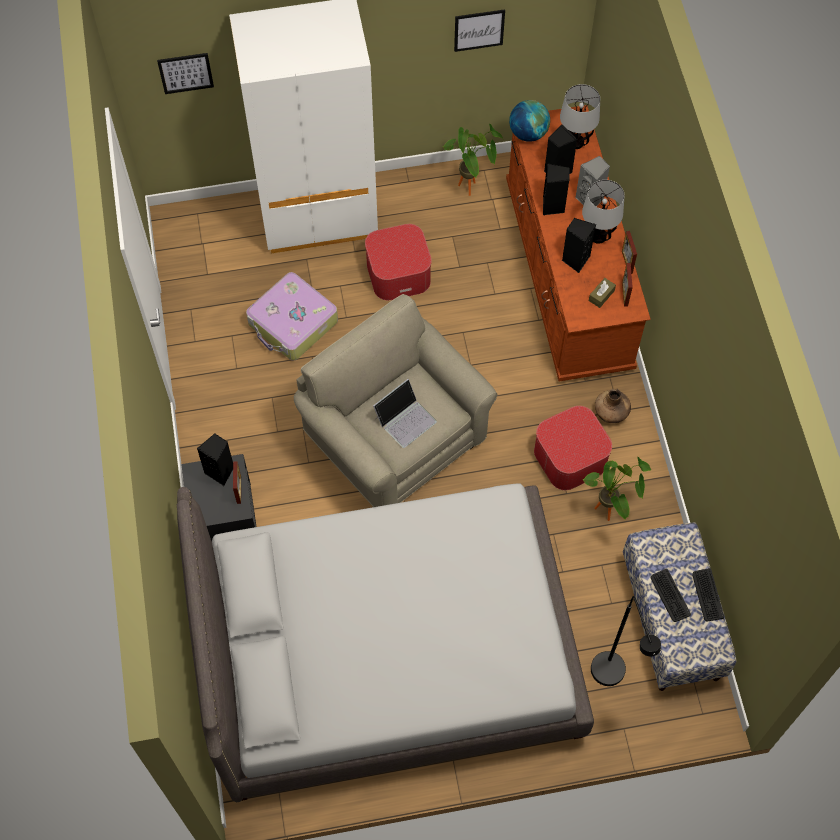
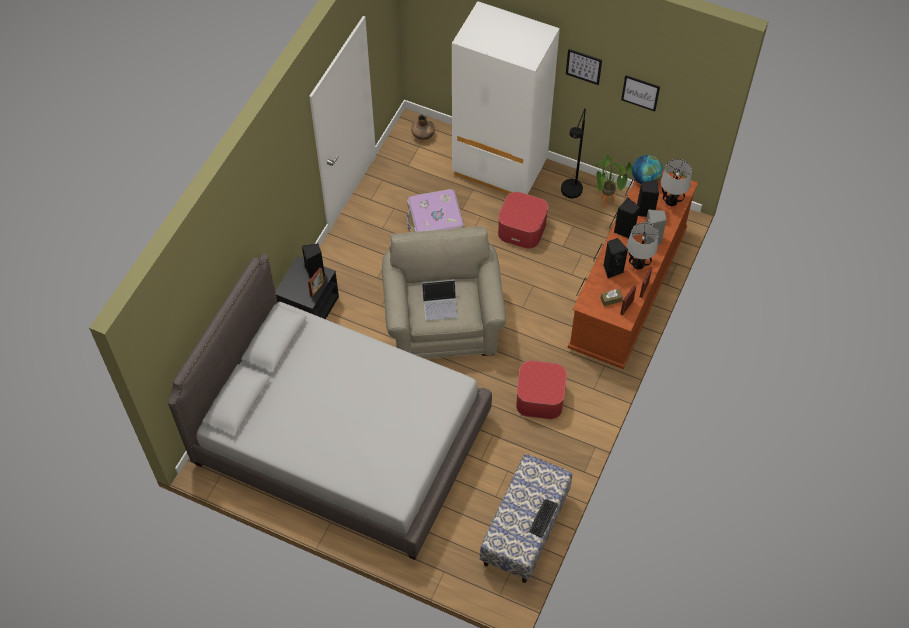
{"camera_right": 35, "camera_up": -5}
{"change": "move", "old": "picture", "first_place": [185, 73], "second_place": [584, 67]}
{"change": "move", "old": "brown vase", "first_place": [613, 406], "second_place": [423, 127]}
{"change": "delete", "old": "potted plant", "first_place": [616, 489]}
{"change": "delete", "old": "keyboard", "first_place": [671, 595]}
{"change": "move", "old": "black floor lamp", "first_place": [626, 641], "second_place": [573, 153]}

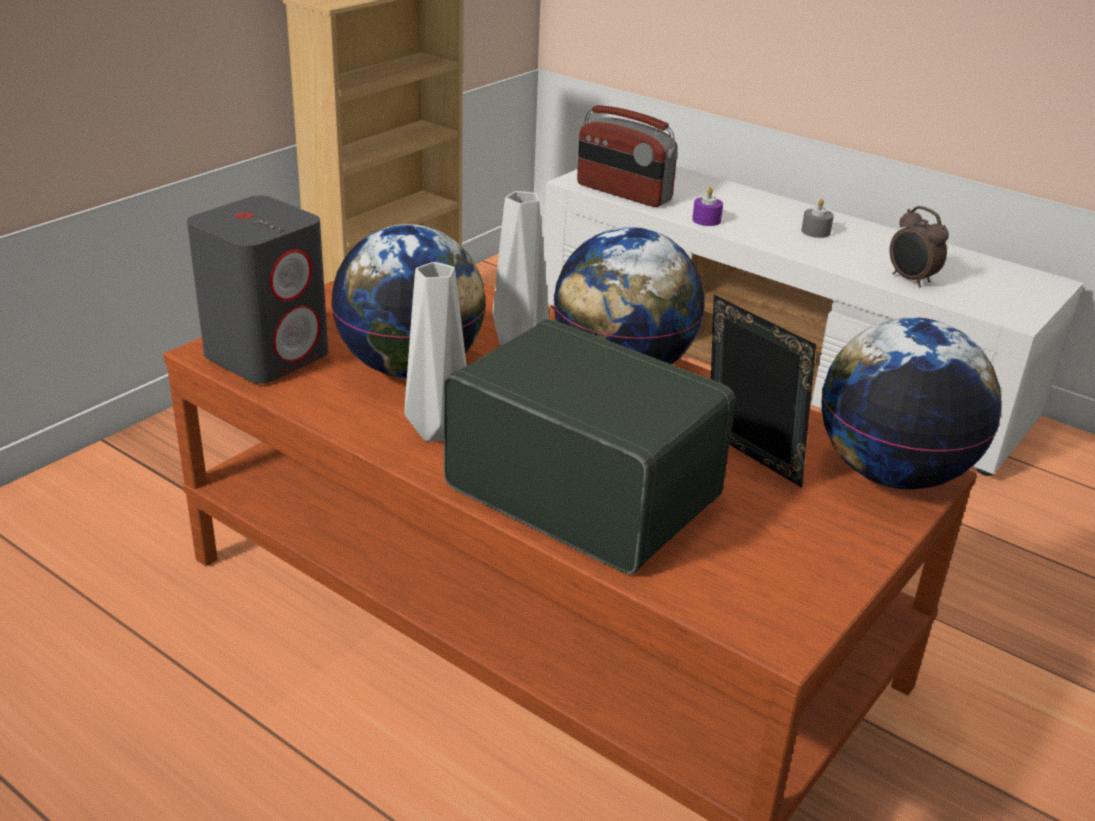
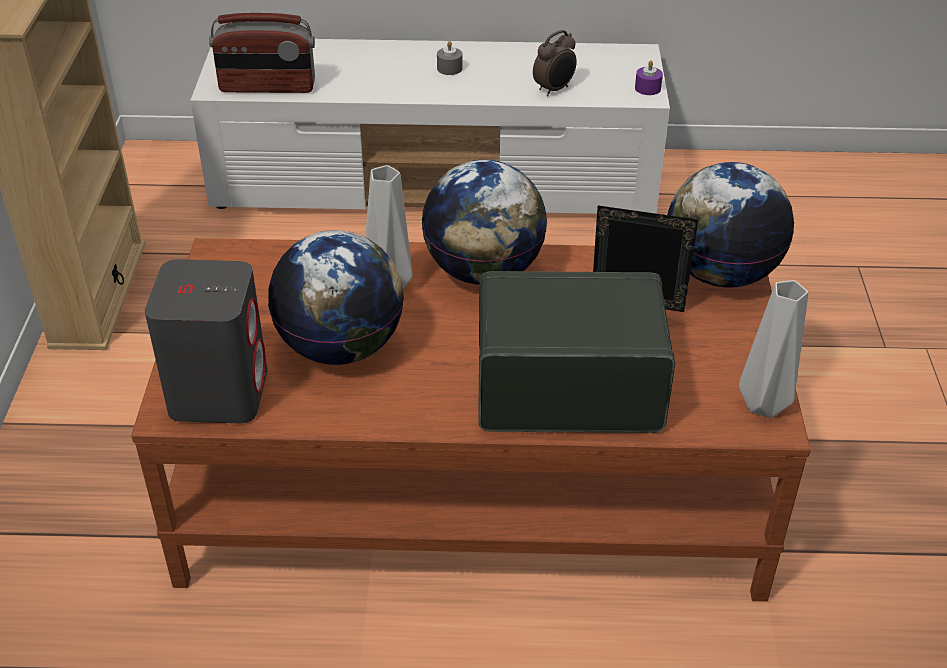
{"camera_right": -35, "camera_up": 10}
{"change": "move", "old": "purple candle", "first_place": [707, 206], "second_place": [649, 77]}
{"change": "rotate", "old": "alarm clock", "first_place": [919, 247], "second_place": [555, 63], "degrees": -60}
{"change": "move", "old": "grey vase", "first_place": [435, 352], "second_place": [773, 349]}

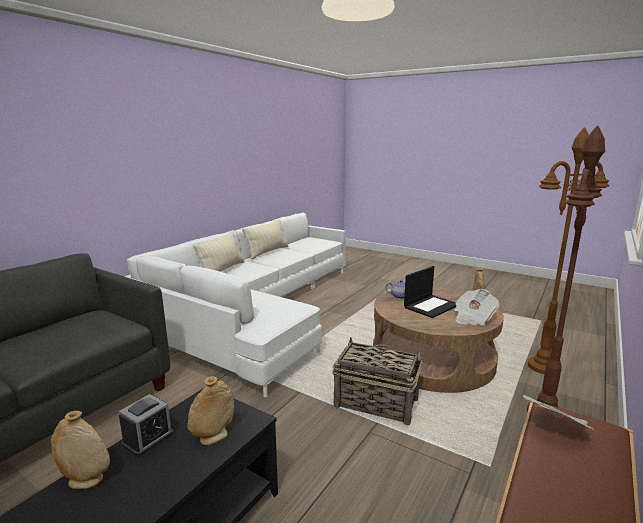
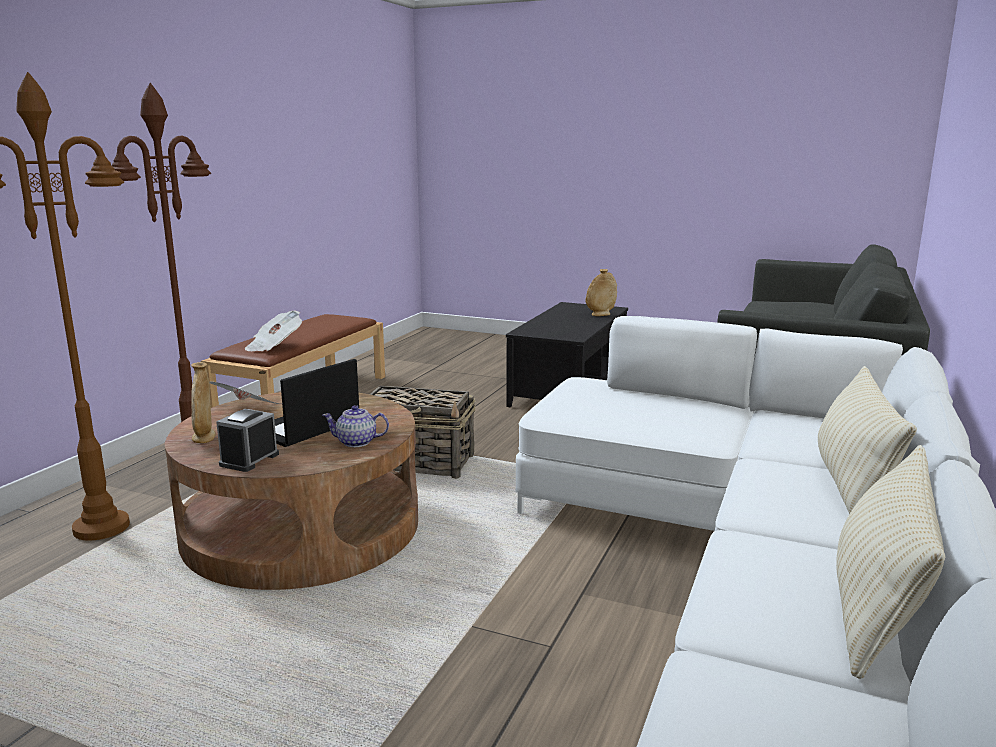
{"camera_right": 170, "camera_up": 0}
{"change": "delete", "old": "beige vase", "first_place": [210, 410]}
{"change": "move", "old": "alarm clock", "first_place": [146, 425], "second_place": [247, 440]}

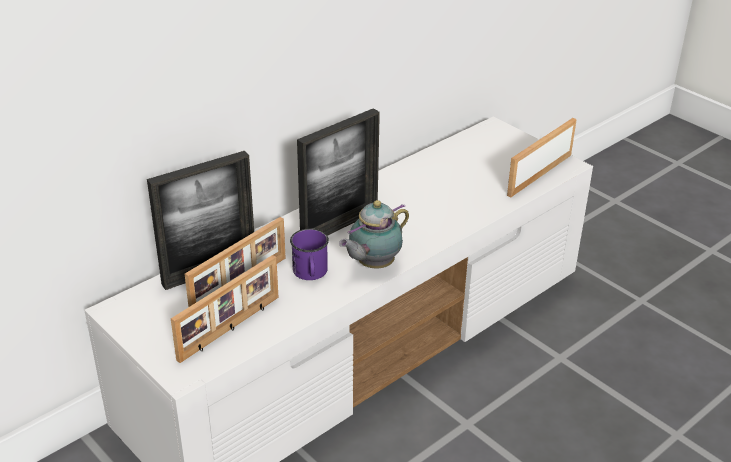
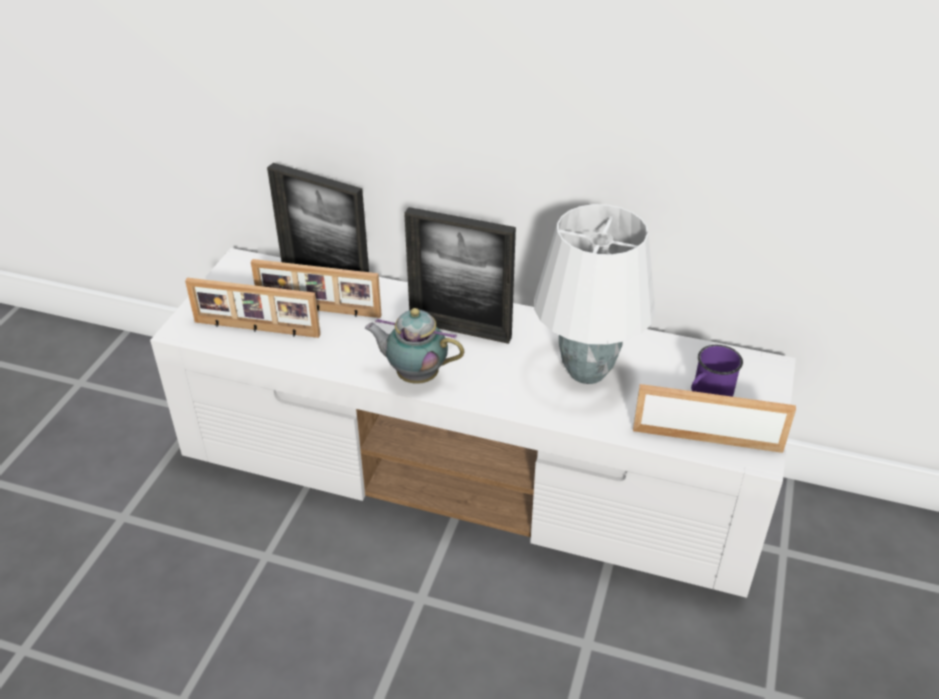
{"camera_right": 60, "camera_up": 5}
{"change": "move", "old": "purple mug", "first_place": [309, 254], "second_place": [717, 371]}
{"change": "insert", "new": "white table lamp", "second_place": [595, 294]}

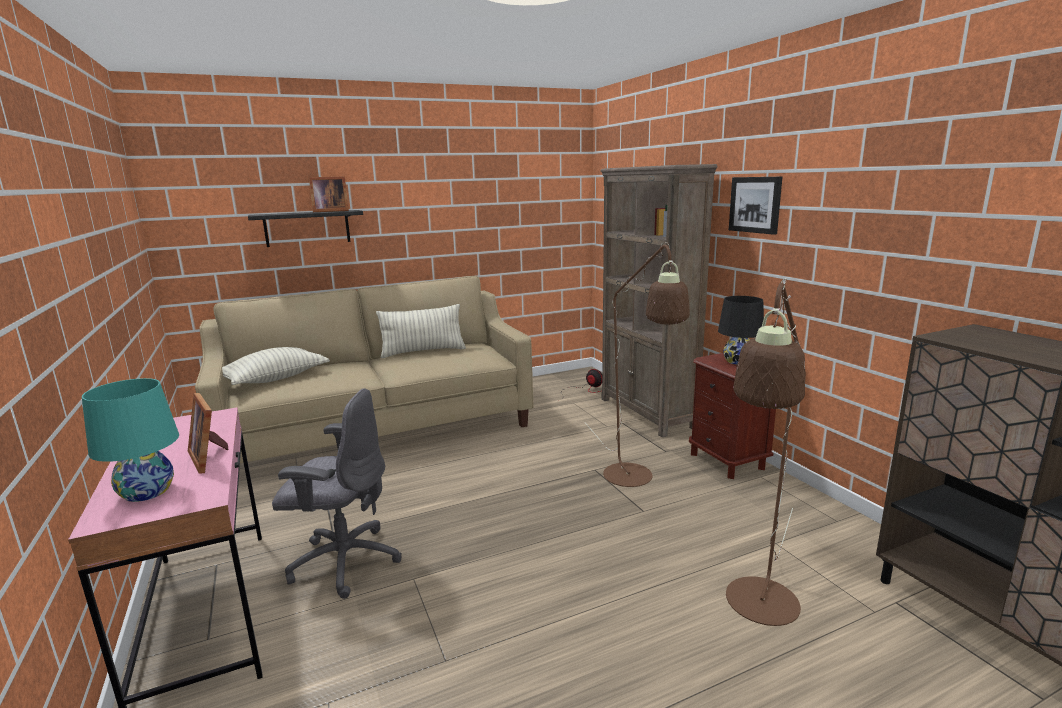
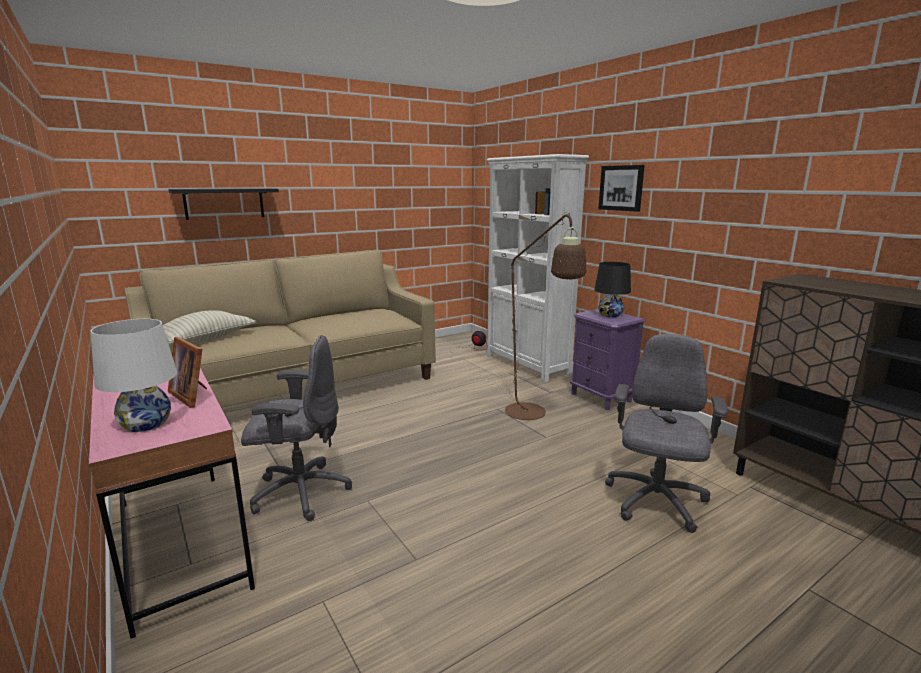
{"camera_right": -10, "camera_up": 0}
{"change": "recolor", "old": "brown bookcase", "new": "white bookcase", "first_place": [659, 300], "second_place": [538, 268]}
{"change": "delete", "old": "picture frame", "first_place": [329, 194]}
{"change": "replace", "old": "brown floor lamp", "new": "grey office chair", "first_place": [766, 452], "second_place": [666, 433]}
{"change": "delete", "old": "pillow", "first_place": [421, 331]}
{"change": "recolor", "old": "brown nightstand", "new": "purple nightstand", "first_place": [732, 416], "second_place": [607, 359]}
{"change": "recolor", "old": "turquoise table lamp", "new": "white table lamp", "first_place": [130, 440], "second_place": [133, 375]}

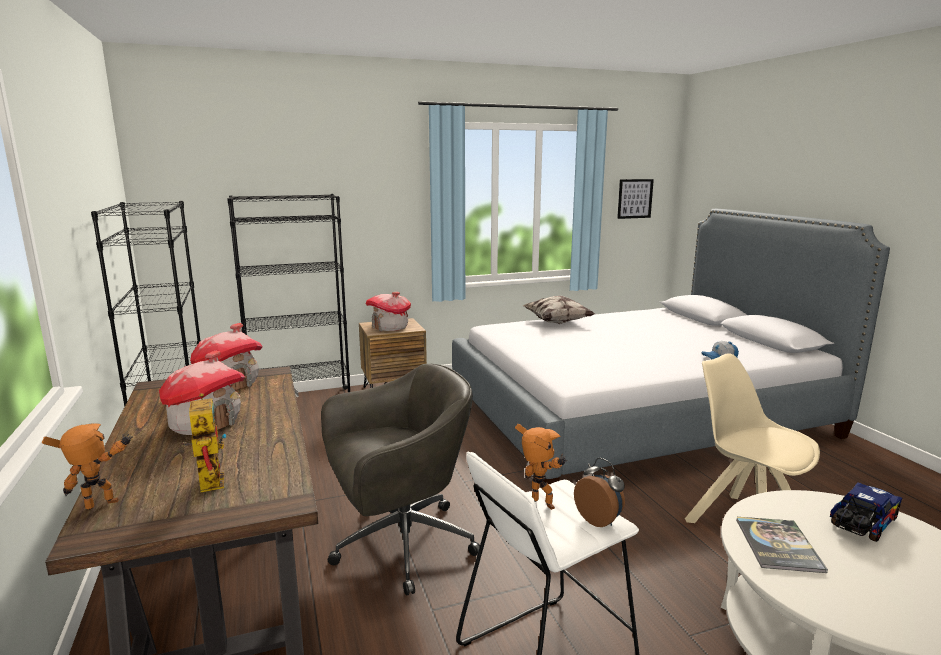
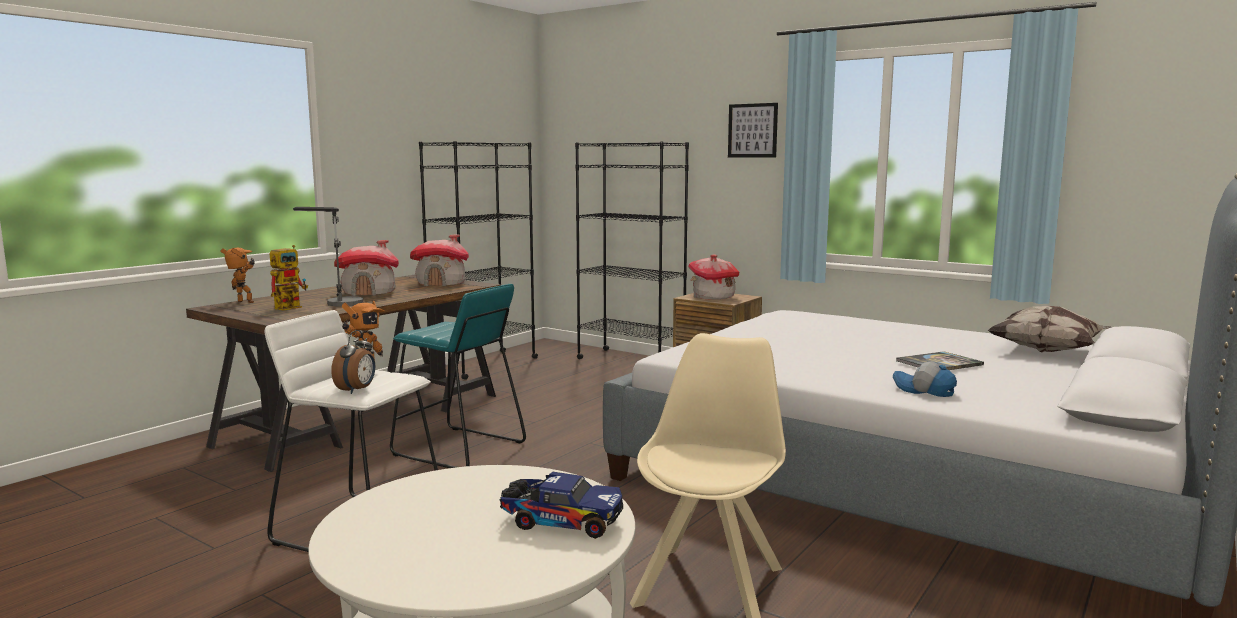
{"camera_right": 55, "camera_up": -5}
{"change": "move", "old": "picture", "first_place": [635, 199], "second_place": [753, 130]}
{"change": "move", "old": "pillow", "first_place": [558, 310], "second_place": [1049, 329]}
{"change": "replace", "old": "grey office chair", "new": "turquoise stool", "first_place": [400, 479], "second_place": [458, 376]}
{"change": "move", "old": "book", "first_place": [782, 545], "second_place": [940, 360]}
{"change": "insert", "new": "table lamp", "second_place": [328, 257]}

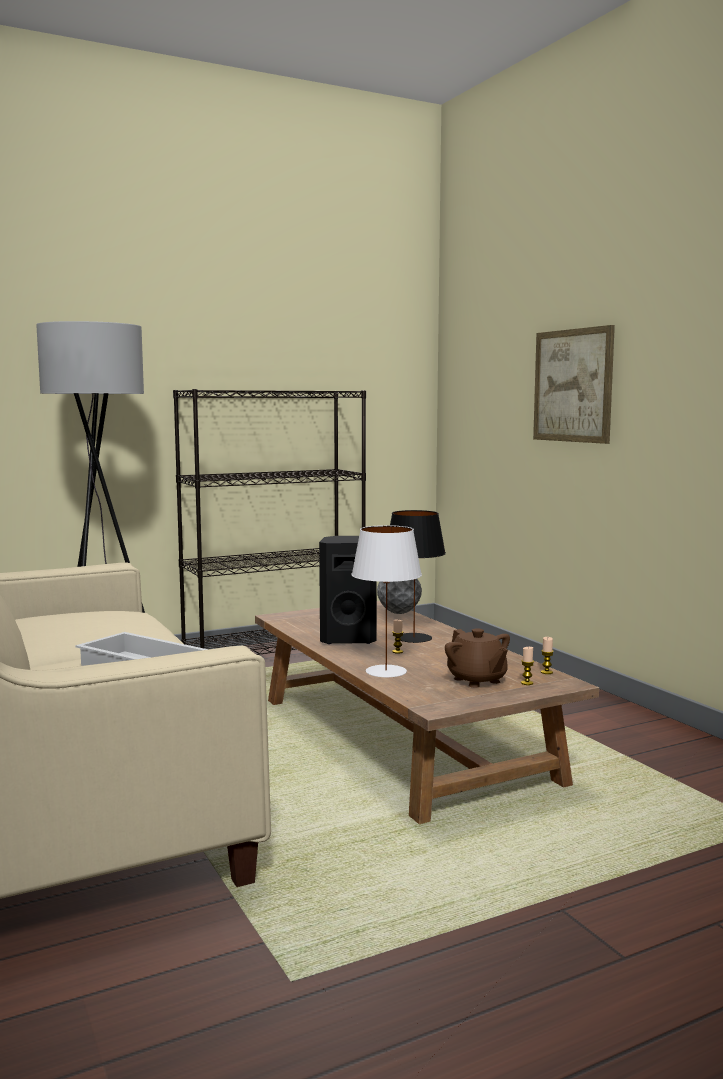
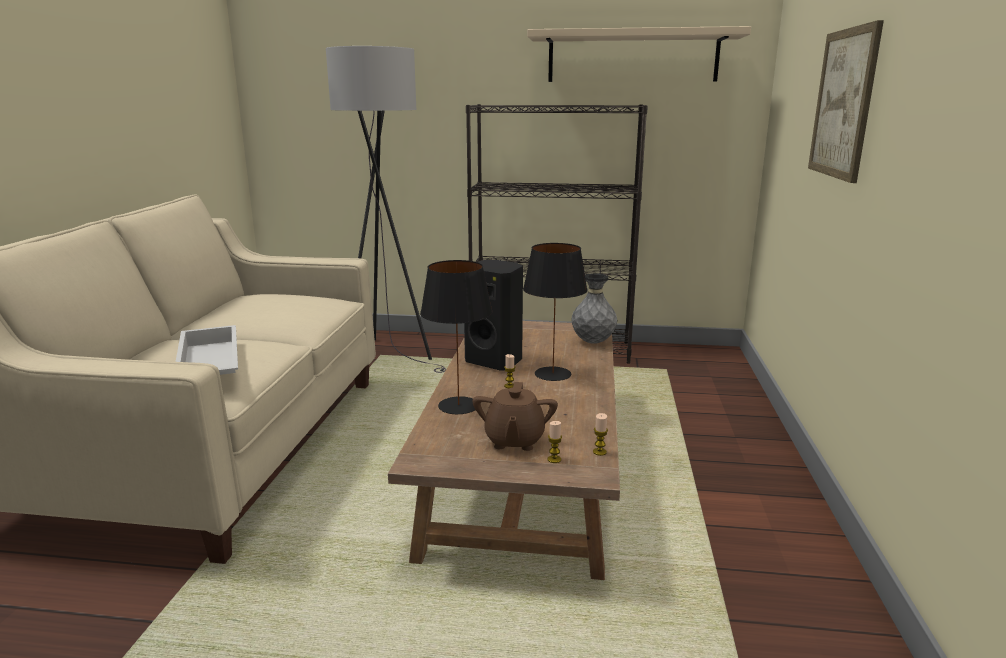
{"camera_right": 35, "camera_up": 10}
{"change": "recolor", "old": "white table lamp", "new": "black table lamp", "first_place": [386, 601], "second_place": [456, 337]}
{"change": "insert", "new": "beige shelf", "second_place": [639, 54]}

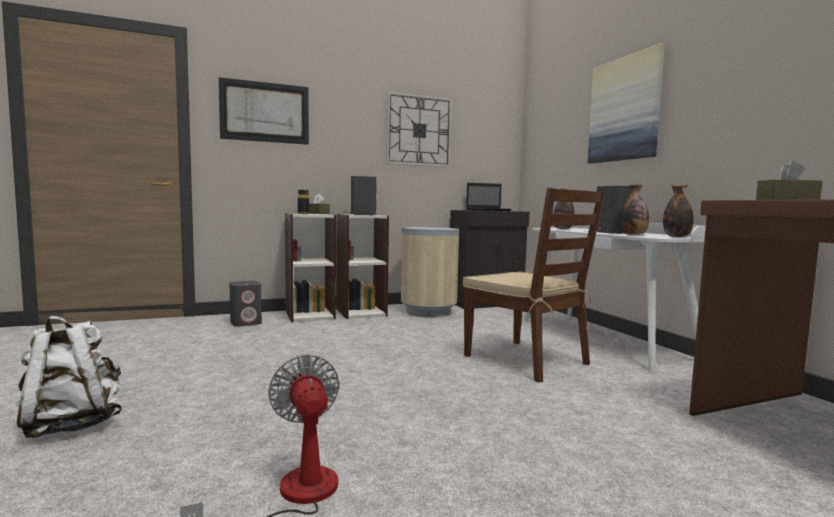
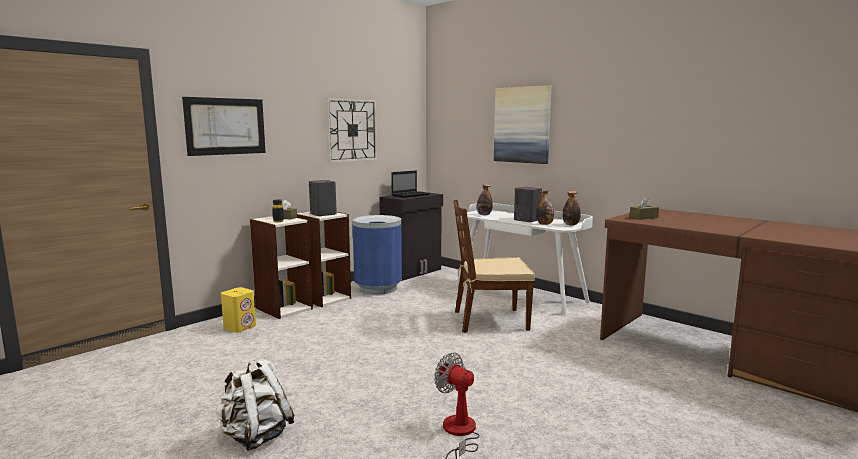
{"camera_right": -25, "camera_up": 5}
{"change": "rotate", "old": "brown chair", "first_place": [534, 285], "second_place": [494, 266], "degrees": 150}
{"change": "recolor", "old": "beige trash can", "new": "blue trash can", "first_place": [430, 272], "second_place": [377, 255]}
{"change": "recolor", "old": "grey speaker", "new": "yellow speaker", "first_place": [245, 304], "second_place": [238, 310]}

